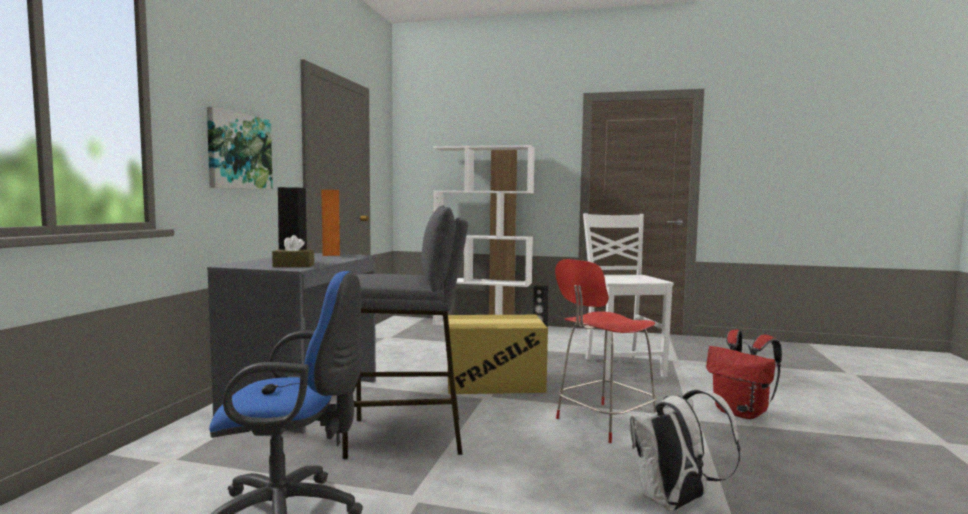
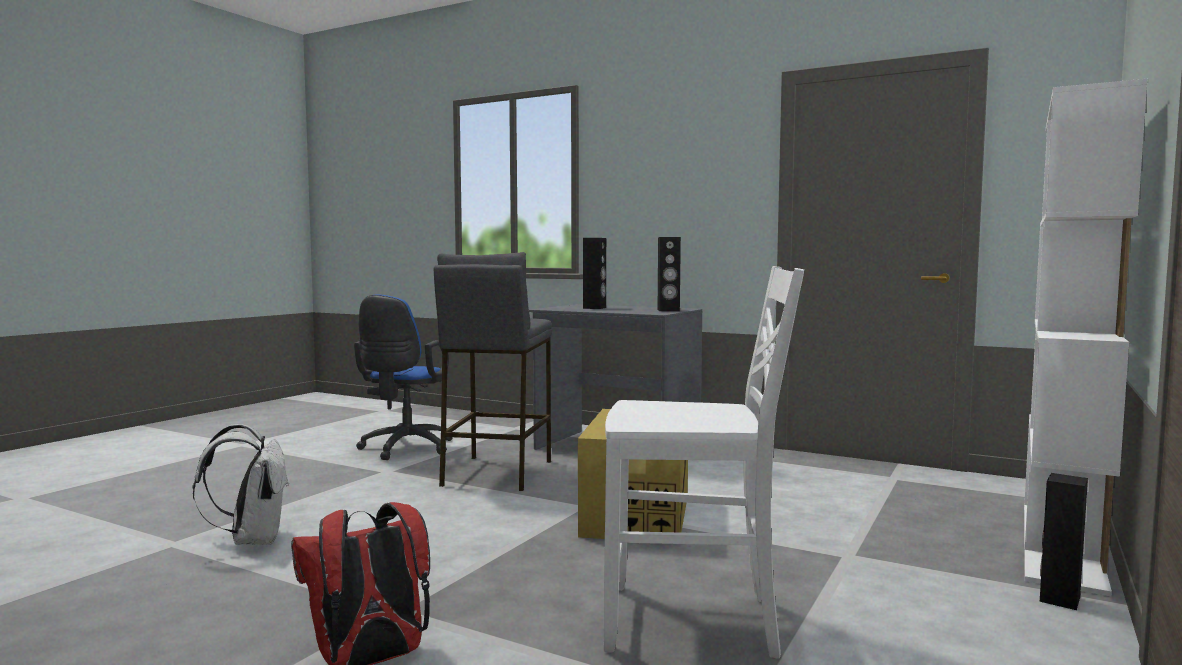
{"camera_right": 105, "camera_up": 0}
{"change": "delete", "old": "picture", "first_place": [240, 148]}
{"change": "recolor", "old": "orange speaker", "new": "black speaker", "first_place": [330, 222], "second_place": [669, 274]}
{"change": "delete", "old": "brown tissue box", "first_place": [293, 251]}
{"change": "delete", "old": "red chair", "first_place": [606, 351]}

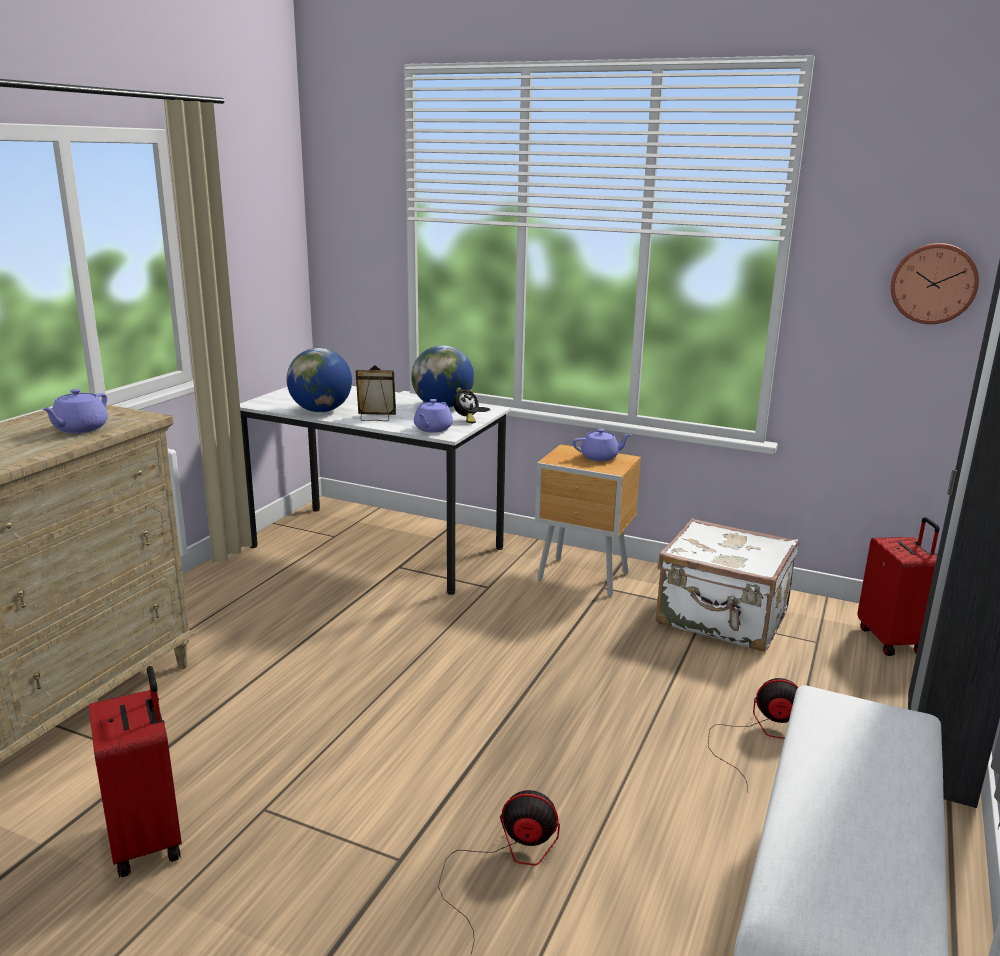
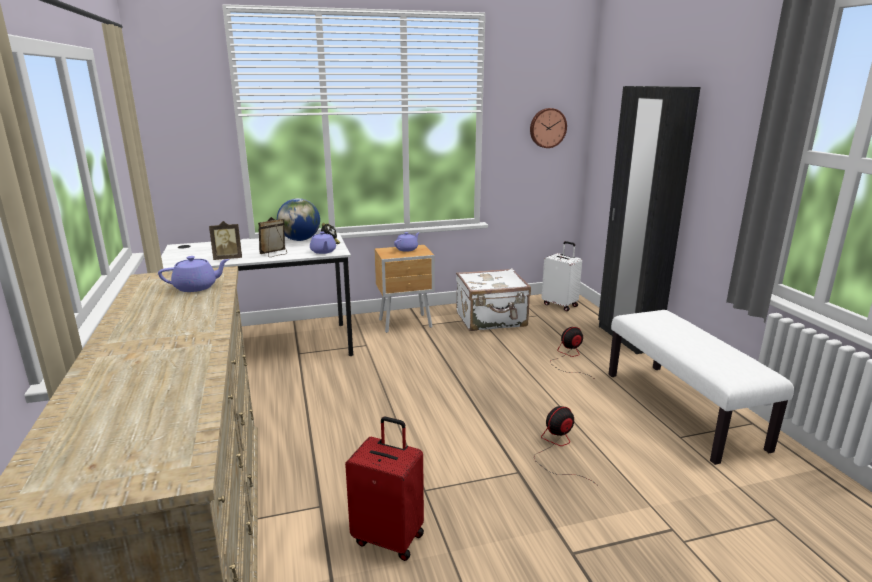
{"camera_right": -40, "camera_up": 0}
{"change": "replace", "old": "globe", "new": "picture frame", "first_place": [319, 380], "second_place": [225, 240]}
{"change": "rotate", "old": "purple teapot", "first_place": [75, 411], "second_place": [193, 274], "degrees": -90}
{"change": "recolor", "old": "red suitcase", "new": "white suitcase", "first_place": [899, 586], "second_place": [562, 276]}

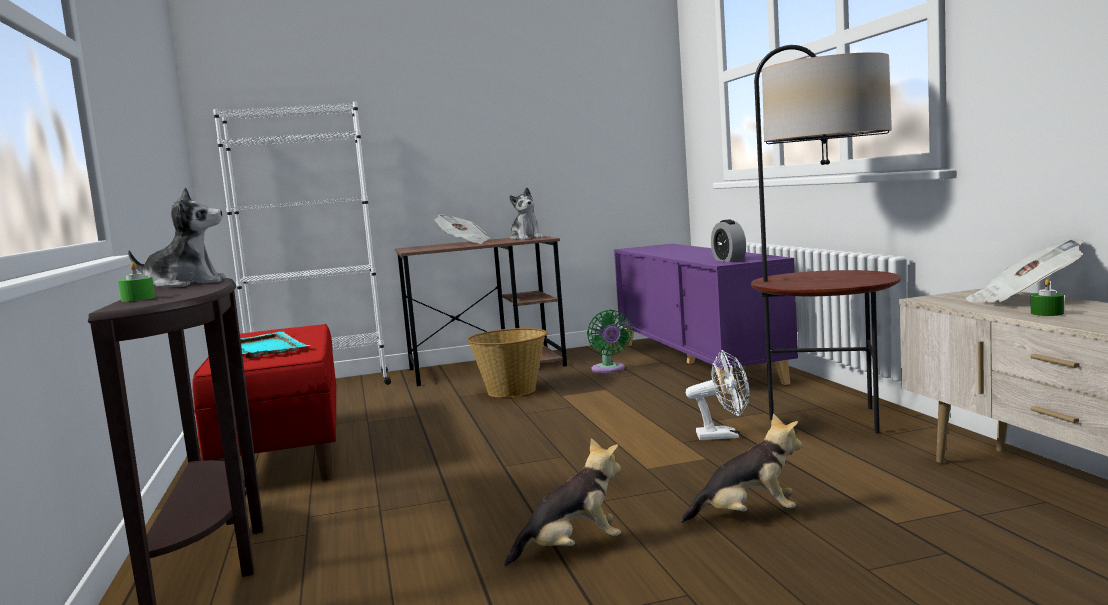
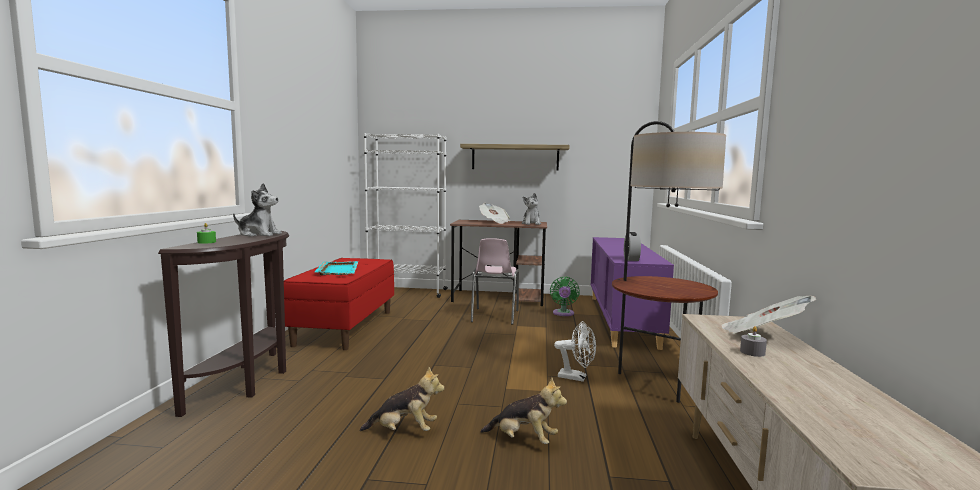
{"camera_right": 20, "camera_up": 0}
{"change": "recolor", "old": "green candle", "new": "grey candle", "first_place": [1047, 297], "second_place": [753, 341]}
{"change": "replace", "old": "basket", "new": "pink chair", "first_place": [507, 363], "second_place": [495, 281]}
{"change": "insert", "new": "shelf", "second_place": [515, 157]}

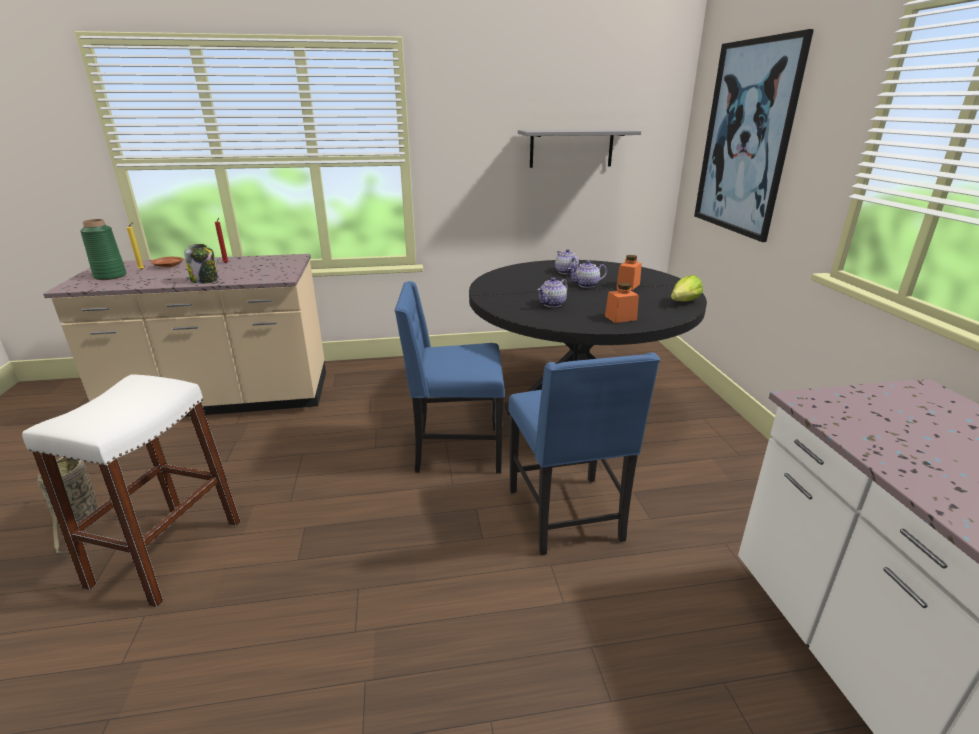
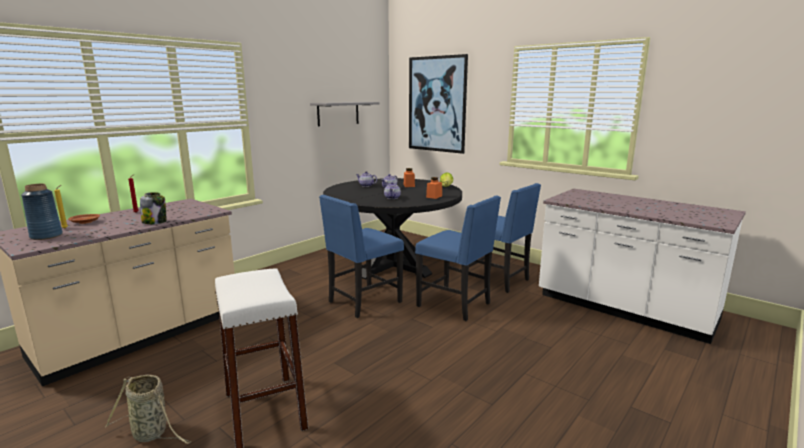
{"camera_right": -40, "camera_up": -10}
{"change": "recolor", "old": "green vase", "new": "blue vase", "first_place": [103, 249], "second_place": [42, 212]}
{"change": "insert", "new": "blue chair", "second_place": [505, 238]}

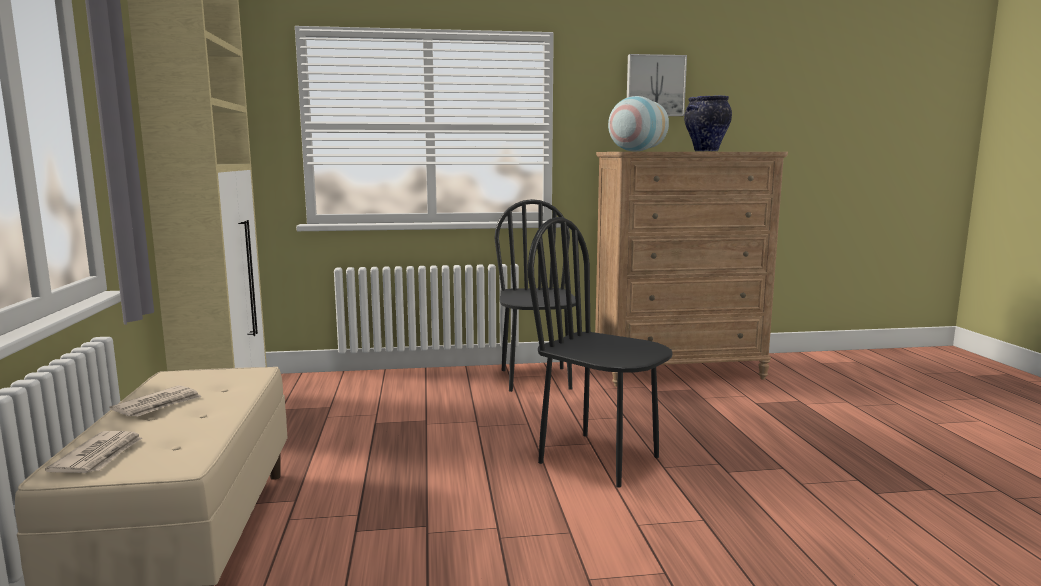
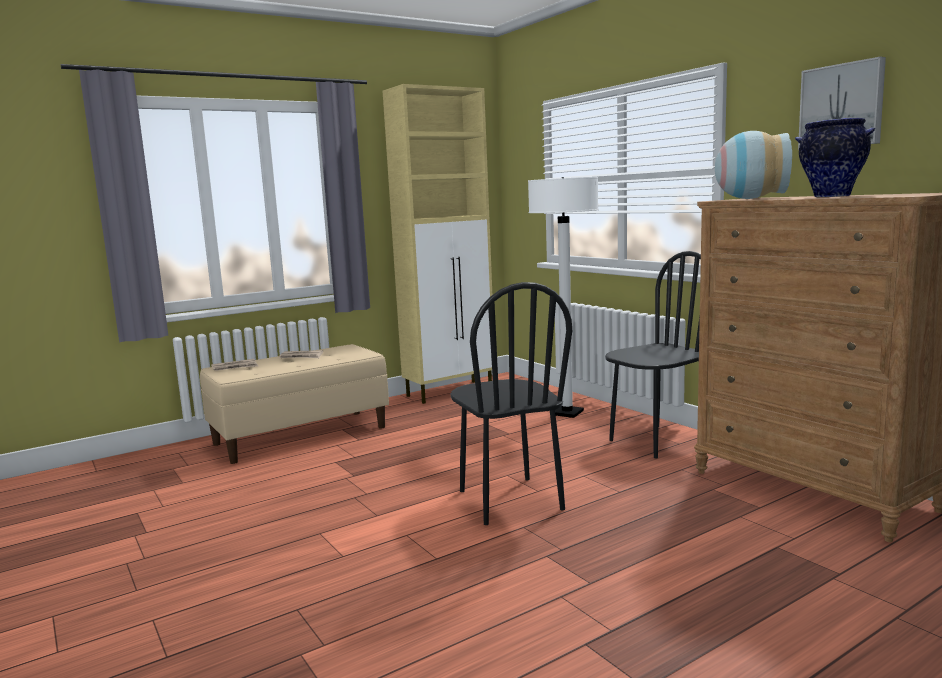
{"camera_right": 65, "camera_up": 0}
{"change": "rotate", "old": "black chair", "first_place": [600, 352], "second_place": [511, 403], "degrees": 150}
{"change": "insert", "new": "white floor lamp", "second_place": [563, 297]}

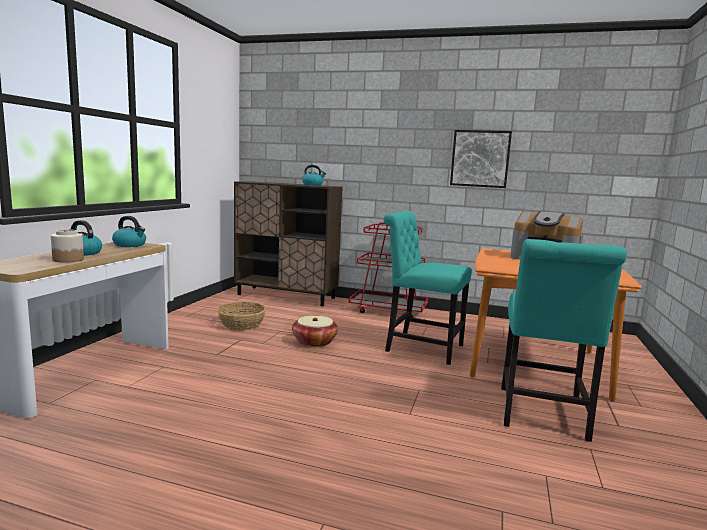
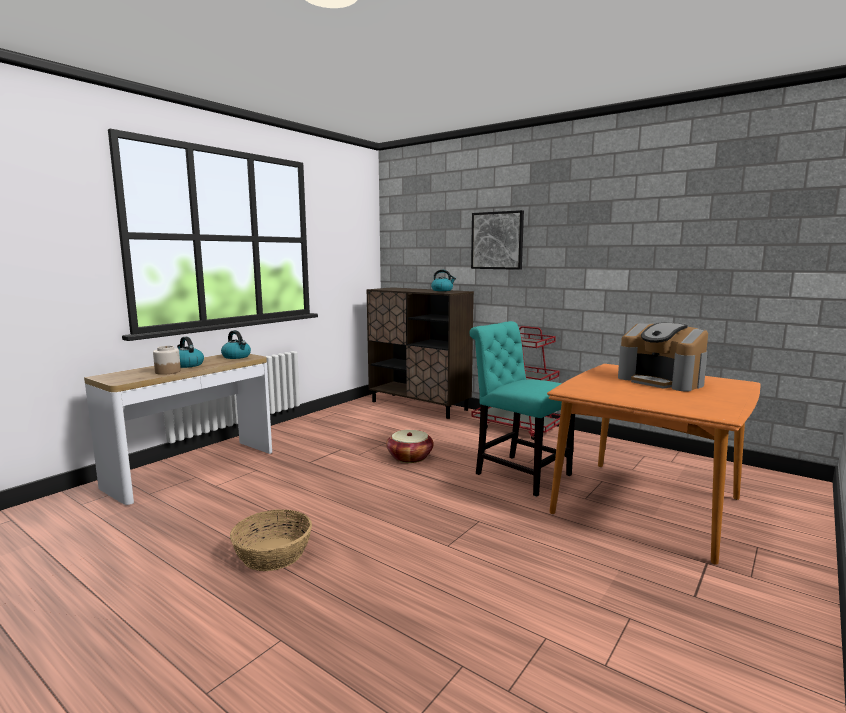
{"camera_right": 20, "camera_up": 0}
{"change": "move", "old": "picture", "first_place": [481, 159], "second_place": [497, 240]}
{"change": "delete", "old": "turquoise chair", "first_place": [564, 340]}
{"change": "move", "old": "basket", "first_place": [241, 316], "second_place": [271, 540]}

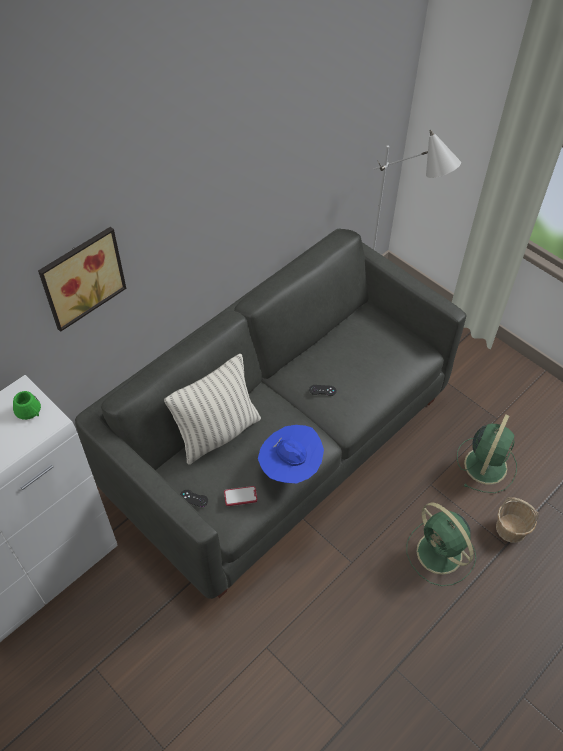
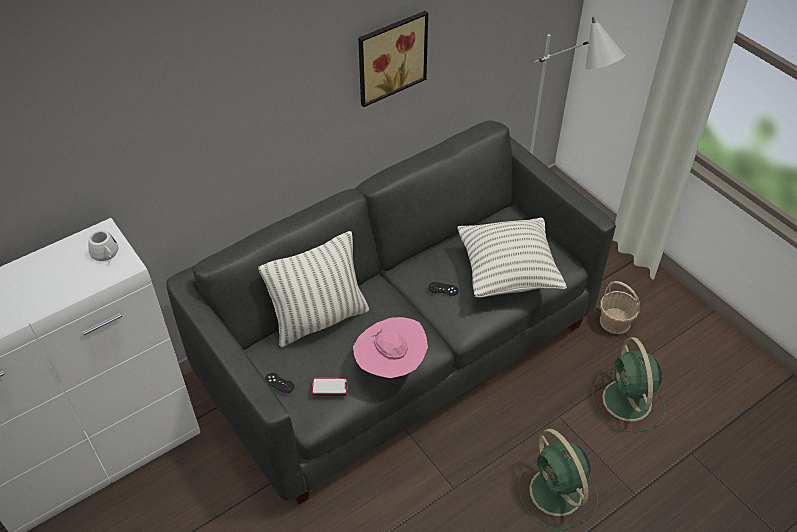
{"camera_right": 10, "camera_up": -5}
{"change": "move", "old": "picture", "first_place": [82, 279], "second_place": [393, 59]}
{"change": "recolor", "old": "green mug", "new": "white mug", "first_place": [27, 405], "second_place": [103, 245]}
{"change": "rotate", "old": "green fan", "first_place": [487, 453], "second_place": [629, 384], "degrees": 135}
{"change": "recolor", "old": "blue hat", "new": "pink hat", "first_place": [291, 454], "second_place": [390, 347]}
{"change": "move", "old": "basket", "first_place": [517, 520], "second_place": [620, 307]}
{"change": "insert", "new": "pillow", "second_place": [512, 257]}

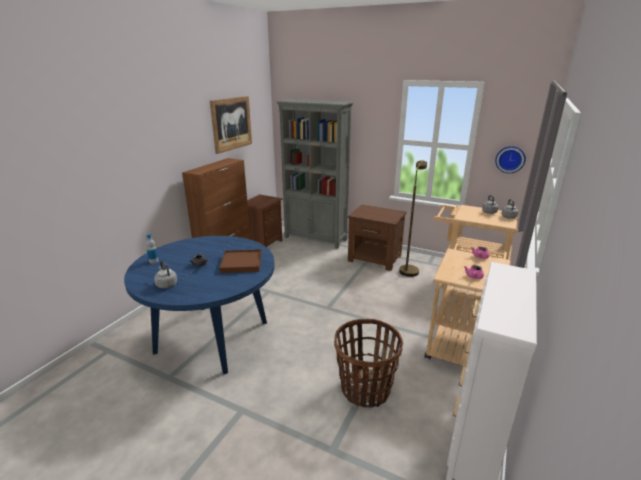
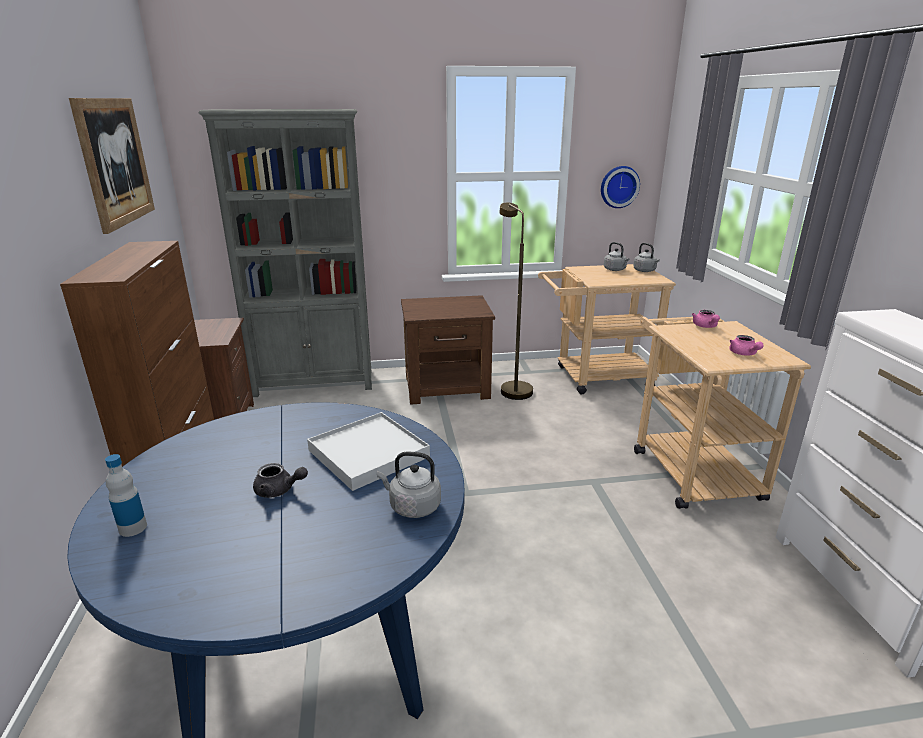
{"camera_right": -35, "camera_up": 0}
{"change": "recolor", "old": "brown tray", "new": "white tray", "first_place": [240, 261], "second_place": [368, 451]}
{"change": "move", "old": "grey kettle", "first_place": [165, 274], "second_place": [409, 485]}
{"change": "delete", "old": "basket", "first_place": [368, 363]}

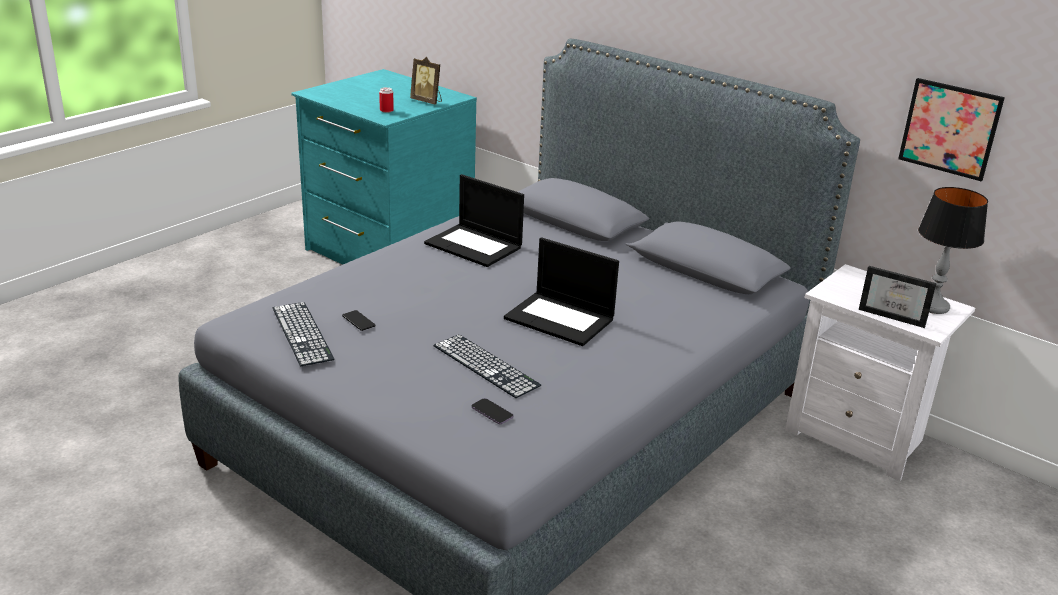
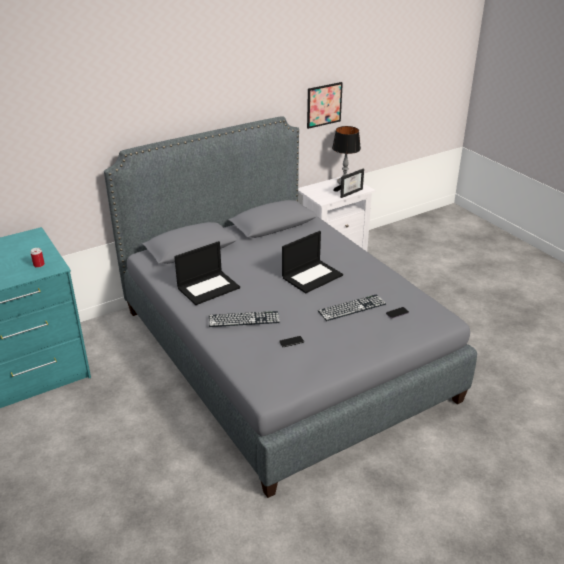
{"camera_right": -70, "camera_up": 5}
{"change": "delete", "old": "picture frame", "first_place": [426, 80]}
{"change": "move", "old": "keyboard", "first_place": [303, 334], "second_place": [244, 319]}

